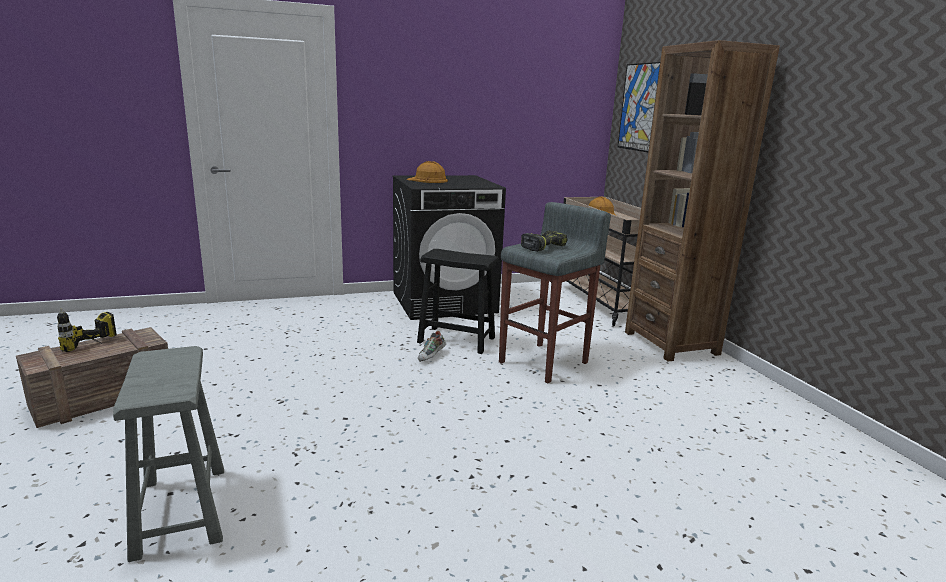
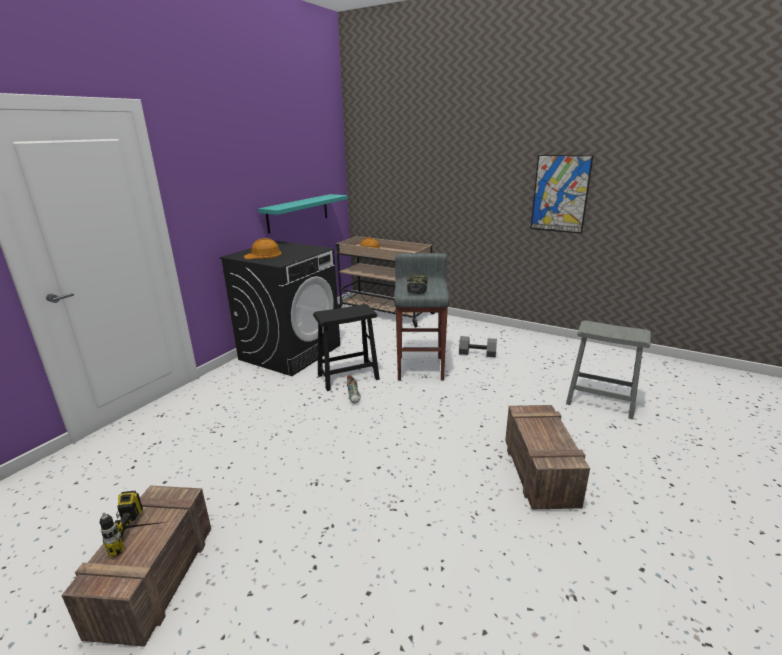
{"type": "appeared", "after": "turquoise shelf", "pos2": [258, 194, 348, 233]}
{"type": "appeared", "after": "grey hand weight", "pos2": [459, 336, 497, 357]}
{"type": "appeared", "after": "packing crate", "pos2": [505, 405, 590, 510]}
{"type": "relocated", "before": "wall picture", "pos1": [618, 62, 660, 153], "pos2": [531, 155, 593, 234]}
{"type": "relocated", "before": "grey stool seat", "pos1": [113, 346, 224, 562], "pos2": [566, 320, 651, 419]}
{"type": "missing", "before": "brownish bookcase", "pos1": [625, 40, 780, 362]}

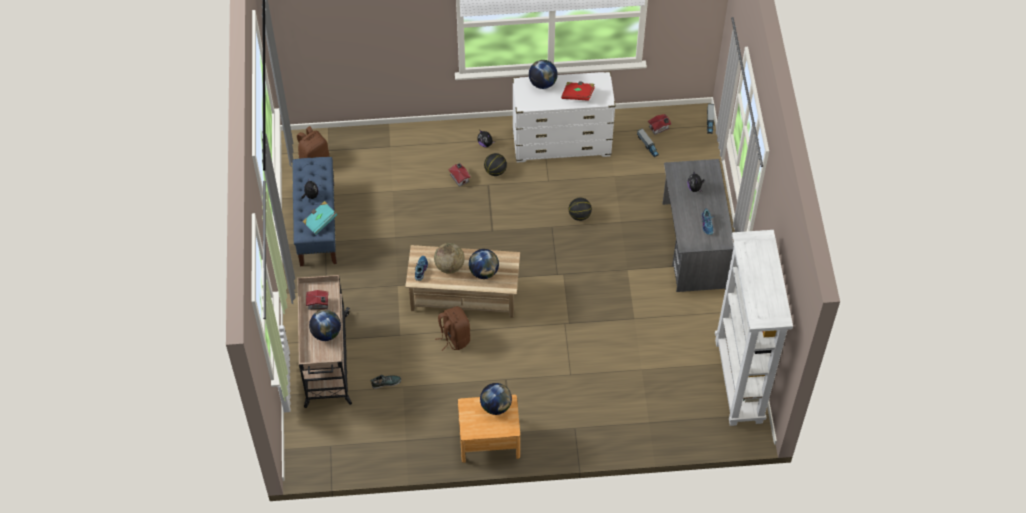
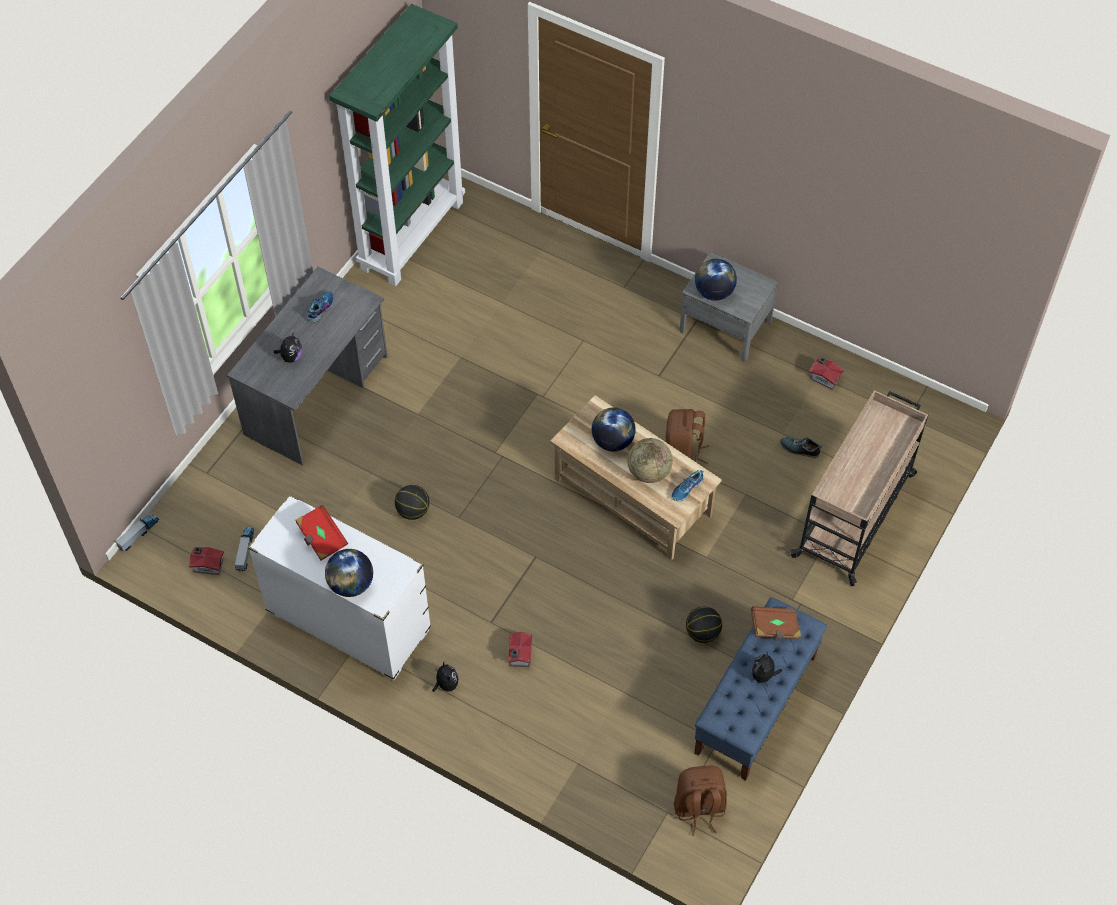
{"type": "colour", "before": "white-coloured bookcase", "after": "greenish bookcase", "pos1": [715, 230, 793, 426], "pos2": [329, 4, 465, 286]}
{"type": "colour", "before": "brownish nightstand", "after": "grey nightstand", "pos1": [458, 395, 520, 463], "pos2": [679, 252, 778, 362]}
{"type": "relocated", "before": "basketball", "pos1": [484, 153, 507, 176], "pos2": [686, 607, 722, 643]}
{"type": "colour", "before": "turquoise bound book", "after": "brownish bound book", "pos1": [302, 201, 337, 235], "pos2": [751, 606, 801, 641]}
{"type": "relocated", "before": "toy house", "pos1": [306, 290, 329, 309], "pos2": [809, 357, 844, 390]}
{"type": "missing", "before": "world globe", "pos1": [309, 310, 341, 341]}

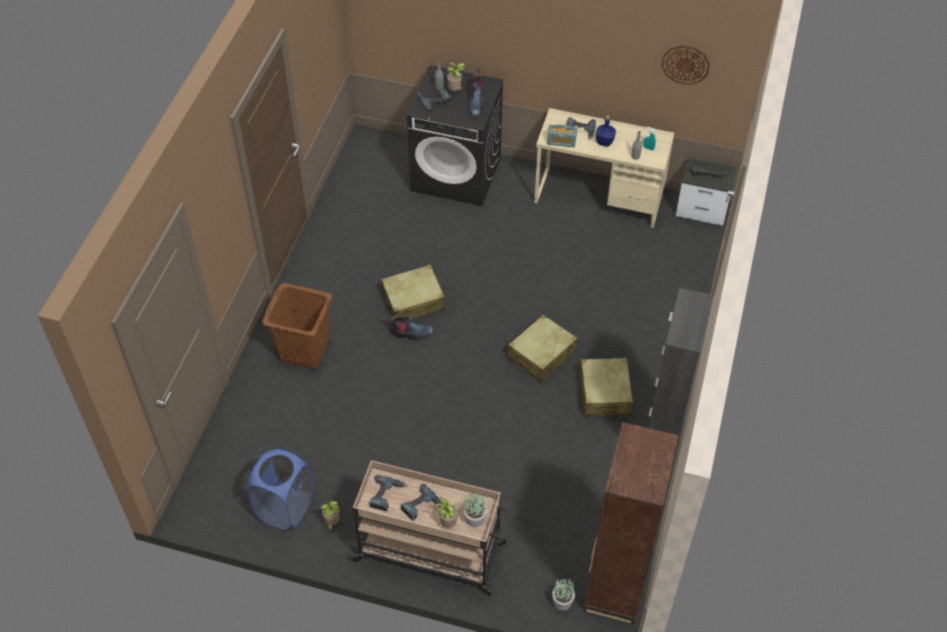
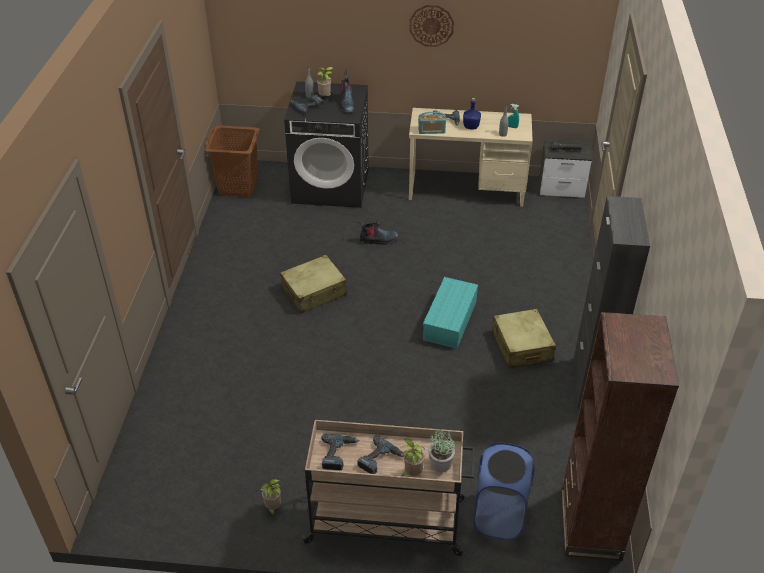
{"type": "relocated", "before": "brownish washing basket", "pos1": [262, 283, 332, 369], "pos2": [204, 125, 260, 197]}
{"type": "relocated", "before": "high-top boot", "pos1": [387, 313, 433, 340], "pos2": [358, 220, 398, 245]}
{"type": "relocated", "before": "wall clock", "pos1": [661, 45, 710, 85], "pos2": [409, 5, 454, 47]}
{"type": "exchanged", "before": "sand-coloured travel case", "after": "turquoise storage box", "pos1": [507, 315, 577, 382], "pos2": [423, 277, 478, 349]}
{"type": "relocated", "before": "bluish washing basket", "pos1": [247, 447, 313, 531], "pos2": [473, 443, 535, 540]}
{"type": "missing", "before": "houseplant", "pos1": [552, 579, 575, 611]}

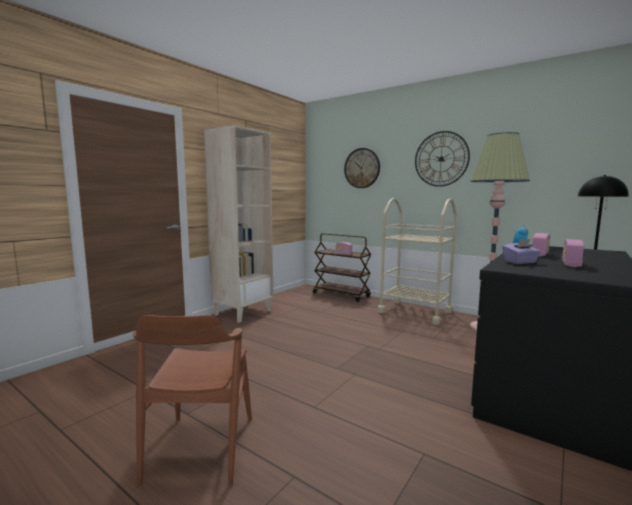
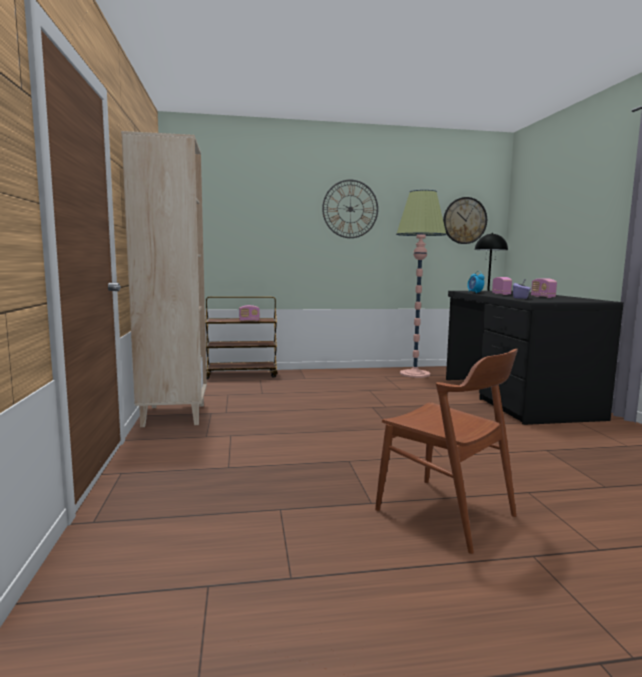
{"type": "relocated", "before": "wall clock", "pos1": [344, 148, 380, 188], "pos2": [443, 197, 487, 244]}
{"type": "missing", "before": "sand-coloured wheeled cart", "pos1": [377, 198, 456, 325]}

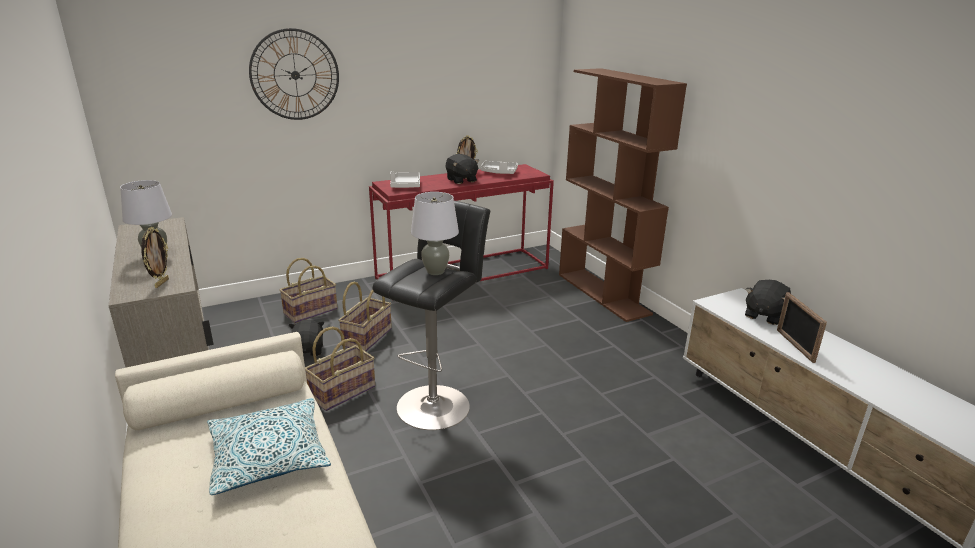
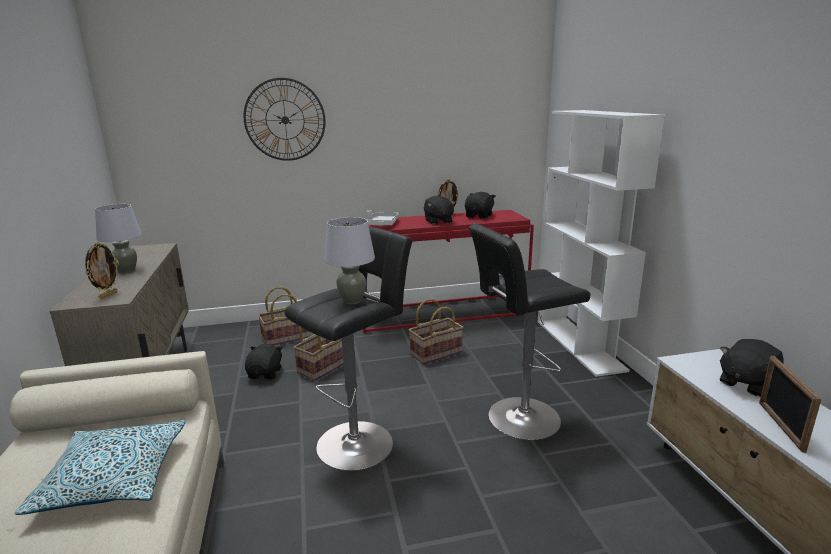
{"type": "relocated", "before": "basket", "pos1": [305, 326, 375, 411], "pos2": [409, 299, 463, 365]}
{"type": "exchanged", "before": "grey carrying tray", "after": "black-coloured cuddly toy", "pos1": [480, 161, 518, 174], "pos2": [465, 192, 496, 219]}
{"type": "appeared", "after": "black-coloured stool seat", "pos2": [469, 224, 591, 440]}
{"type": "colour", "before": "brownish bookcase", "after": "white-coloured bookcase", "pos1": [559, 68, 687, 322], "pos2": [537, 110, 665, 377]}

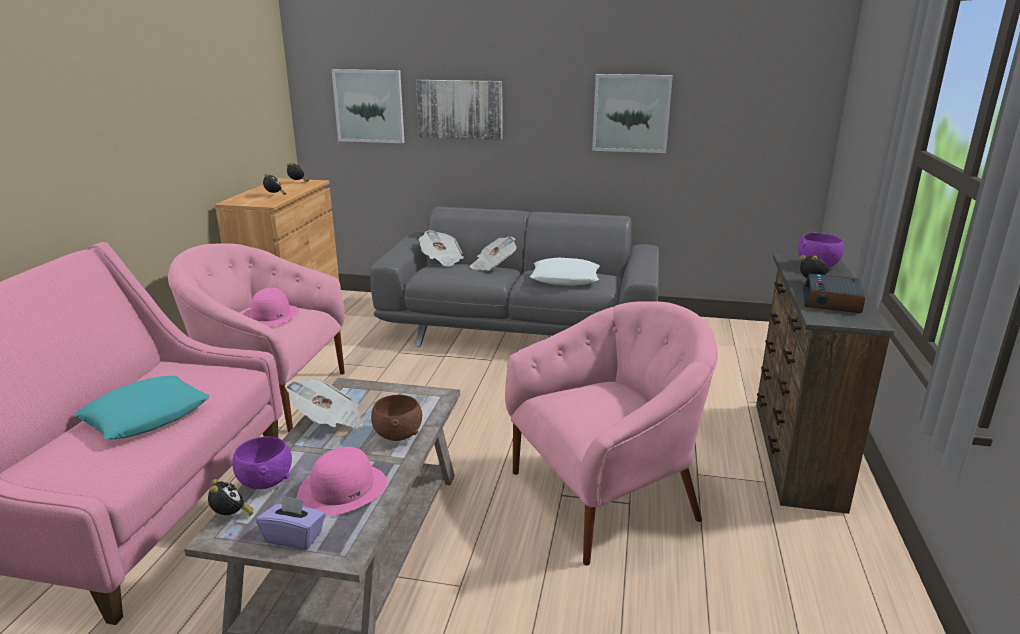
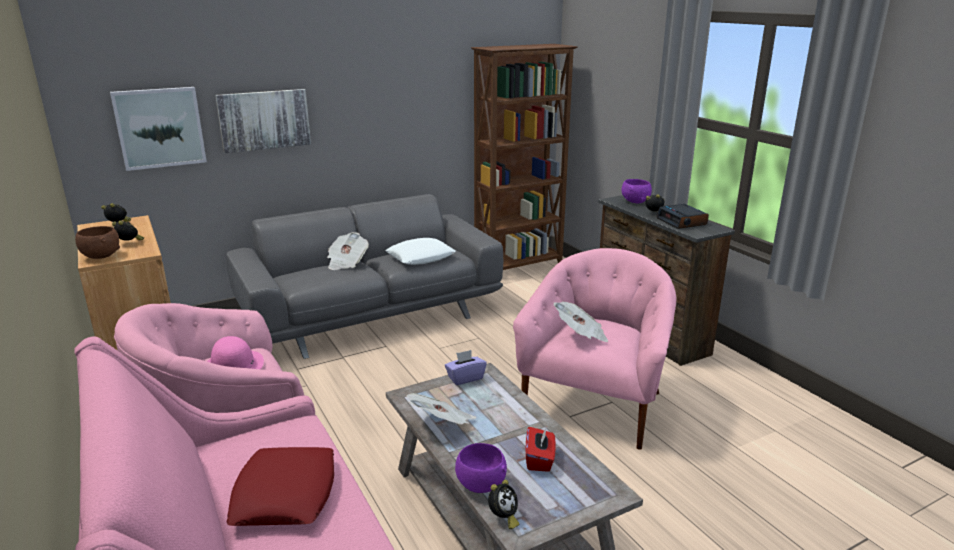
{"type": "relocated", "before": "brownish deep dish", "pos1": [371, 395, 422, 441], "pos2": [75, 226, 120, 259]}
{"type": "colour", "before": "turquoise throw pillow", "after": "reddish throw pillow", "pos1": [74, 376, 209, 439], "pos2": [226, 447, 334, 526]}
{"type": "relocated", "before": "purple tissue holder", "pos1": [256, 495, 325, 550], "pos2": [445, 350, 487, 385]}
{"type": "appeared", "after": "brownish bookcase", "pos2": [471, 44, 578, 270]}
{"type": "spun", "before": "table clock", "pos1": [208, 479, 253, 516], "pos2": [488, 480, 519, 529], "turn": 105}
{"type": "exchanged", "before": "pink-coloured clothing hat", "after": "reddish tissue holder", "pos1": [297, 447, 387, 516], "pos2": [525, 427, 556, 472]}
{"type": "relocated", "before": "daily paper", "pos1": [419, 230, 464, 267], "pos2": [553, 302, 609, 342]}
{"type": "missing", "before": "wall picture", "pos1": [592, 74, 673, 153]}

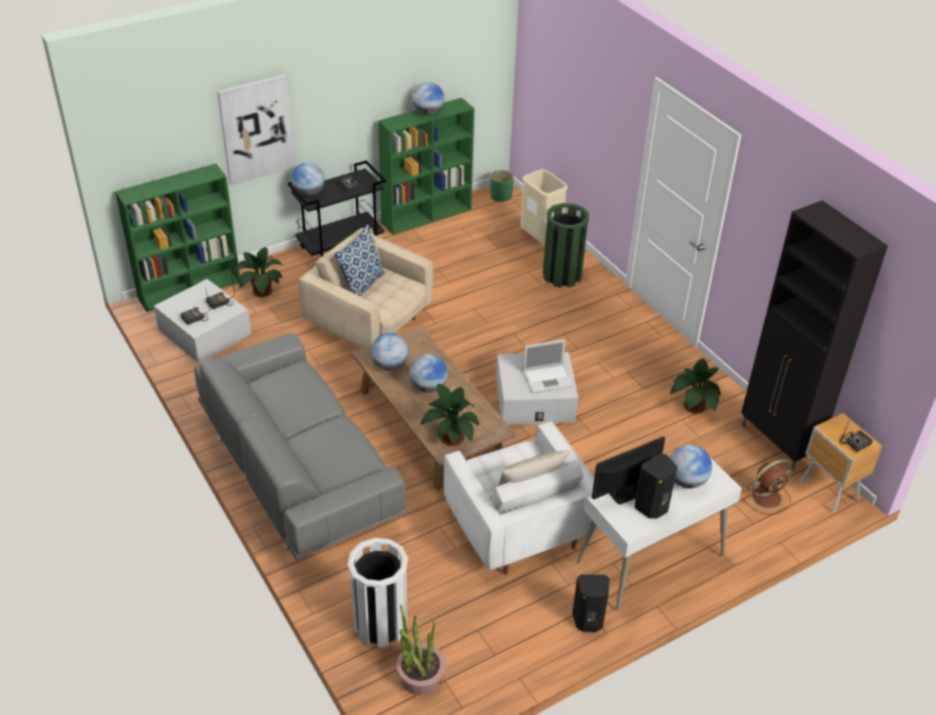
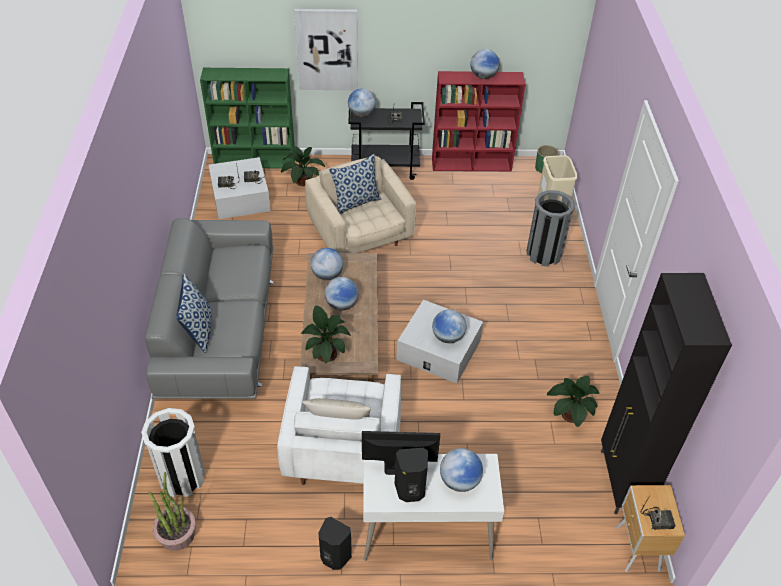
{"type": "appeared", "after": "throw pillow", "pos2": [176, 273, 212, 353]}
{"type": "colour", "before": "greenish bookcase", "after": "reddish bookcase", "pos1": [378, 98, 475, 235], "pos2": [432, 71, 525, 171]}
{"type": "exchanged", "before": "laptop", "after": "world globe", "pos1": [523, 339, 573, 393], "pos2": [432, 309, 467, 343]}
{"type": "colour", "before": "greenish trash can", "after": "grey trash can", "pos1": [543, 203, 589, 288], "pos2": [527, 190, 575, 266]}
{"type": "missing", "before": "brownish cooling fan", "pos1": [742, 459, 793, 515]}

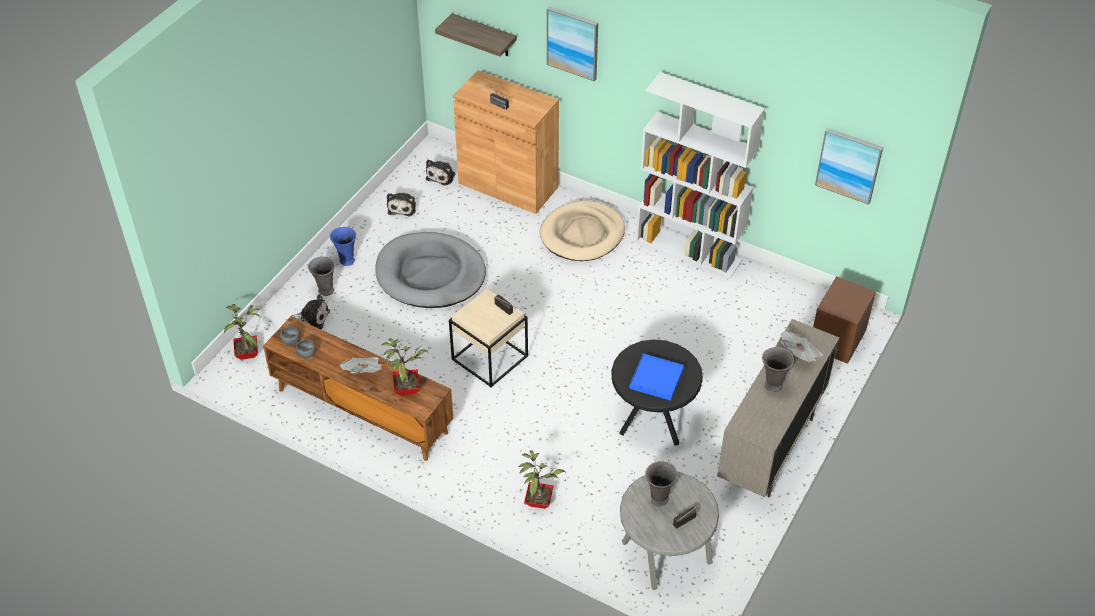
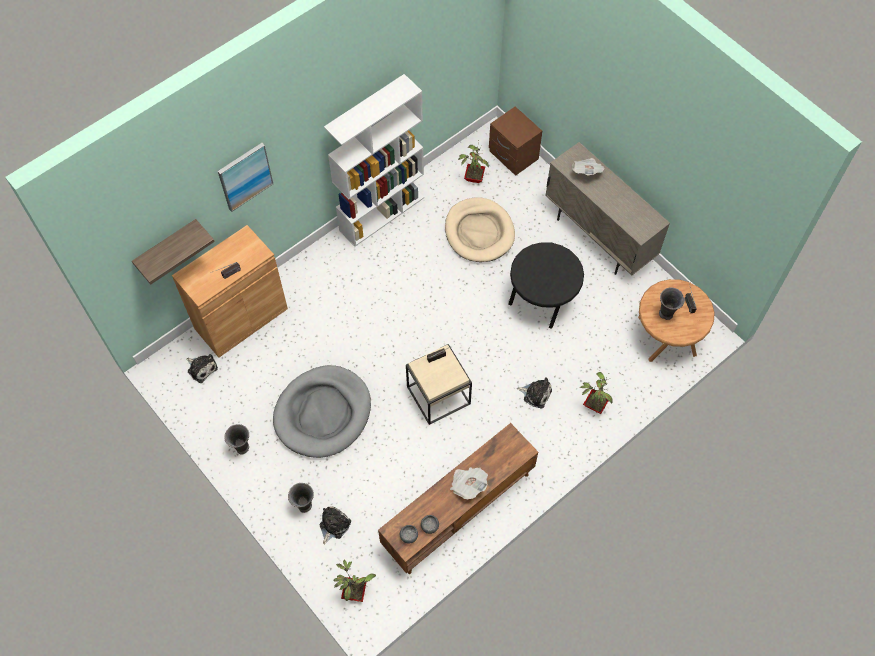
{"type": "relocated", "before": "grey flower vase", "pos1": [762, 347, 794, 392], "pos2": [224, 424, 249, 455]}
{"type": "relocated", "before": "sand-coloured dog bed", "pos1": [540, 200, 625, 261], "pos2": [445, 197, 515, 262]}
{"type": "relocated", "before": "houseplant", "pos1": [382, 338, 428, 395], "pos2": [458, 141, 489, 183]}
{"type": "relocated", "before": "cuddly toy", "pos1": [387, 193, 416, 216], "pos2": [517, 377, 552, 409]}
{"type": "colour", "before": "grey end table", "after": "brownish end table", "pos1": [620, 472, 719, 590], "pos2": [638, 279, 715, 362]}
{"type": "missing", "before": "bluish flower vase", "pos1": [330, 227, 356, 266]}
{"type": "missing", "before": "bluish carrying tray", "pos1": [629, 353, 684, 401]}
{"type": "missing", "before": "wall picture", "pos1": [815, 128, 883, 205]}

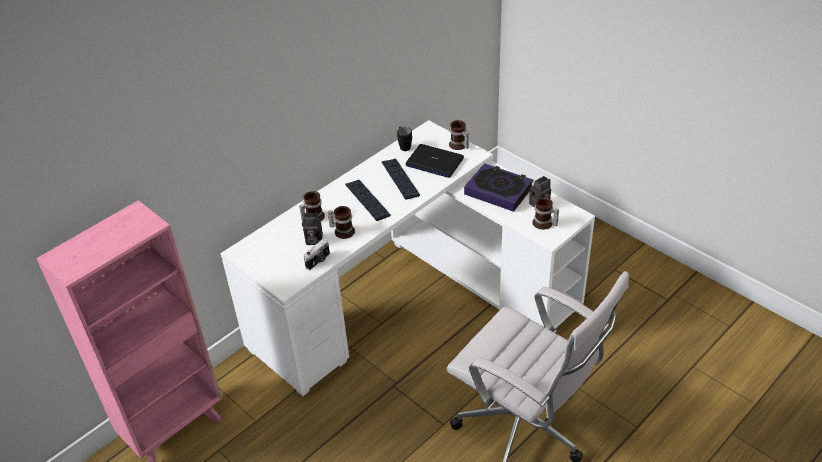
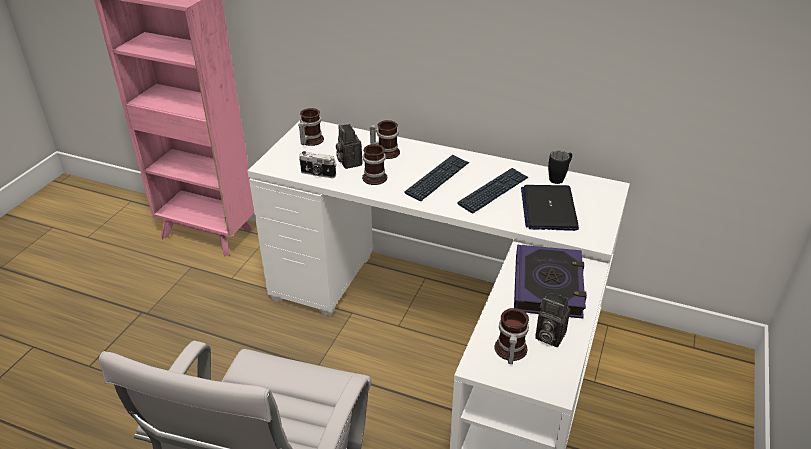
{"type": "relocated", "before": "mug", "pos1": [449, 120, 469, 150], "pos2": [298, 108, 324, 146]}

